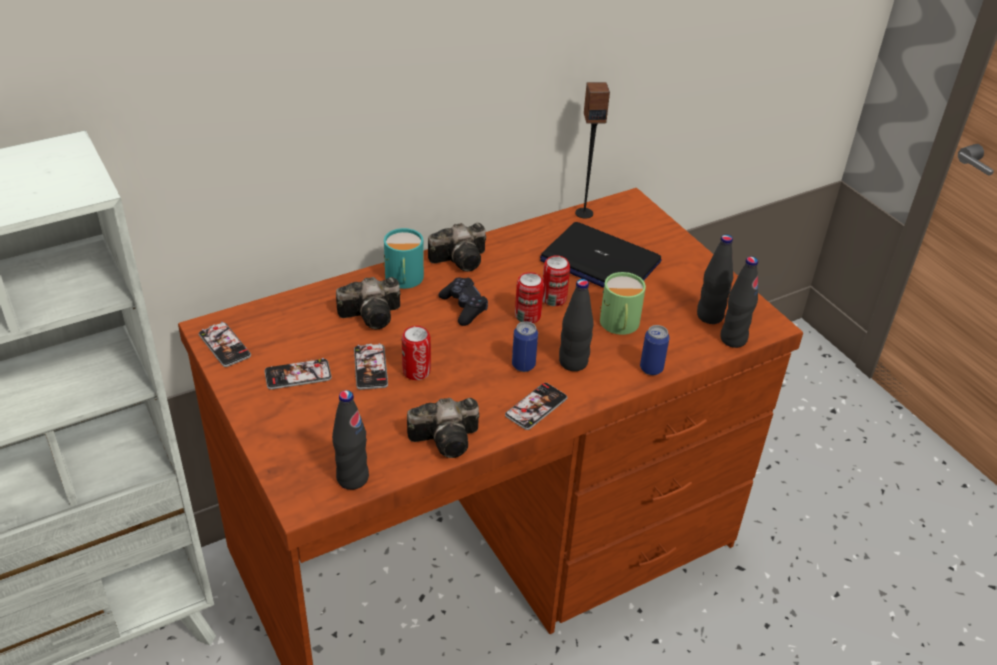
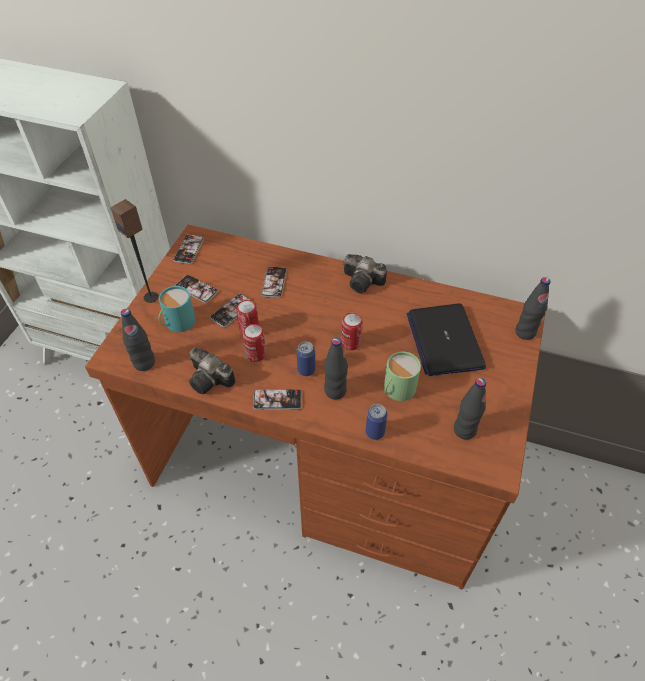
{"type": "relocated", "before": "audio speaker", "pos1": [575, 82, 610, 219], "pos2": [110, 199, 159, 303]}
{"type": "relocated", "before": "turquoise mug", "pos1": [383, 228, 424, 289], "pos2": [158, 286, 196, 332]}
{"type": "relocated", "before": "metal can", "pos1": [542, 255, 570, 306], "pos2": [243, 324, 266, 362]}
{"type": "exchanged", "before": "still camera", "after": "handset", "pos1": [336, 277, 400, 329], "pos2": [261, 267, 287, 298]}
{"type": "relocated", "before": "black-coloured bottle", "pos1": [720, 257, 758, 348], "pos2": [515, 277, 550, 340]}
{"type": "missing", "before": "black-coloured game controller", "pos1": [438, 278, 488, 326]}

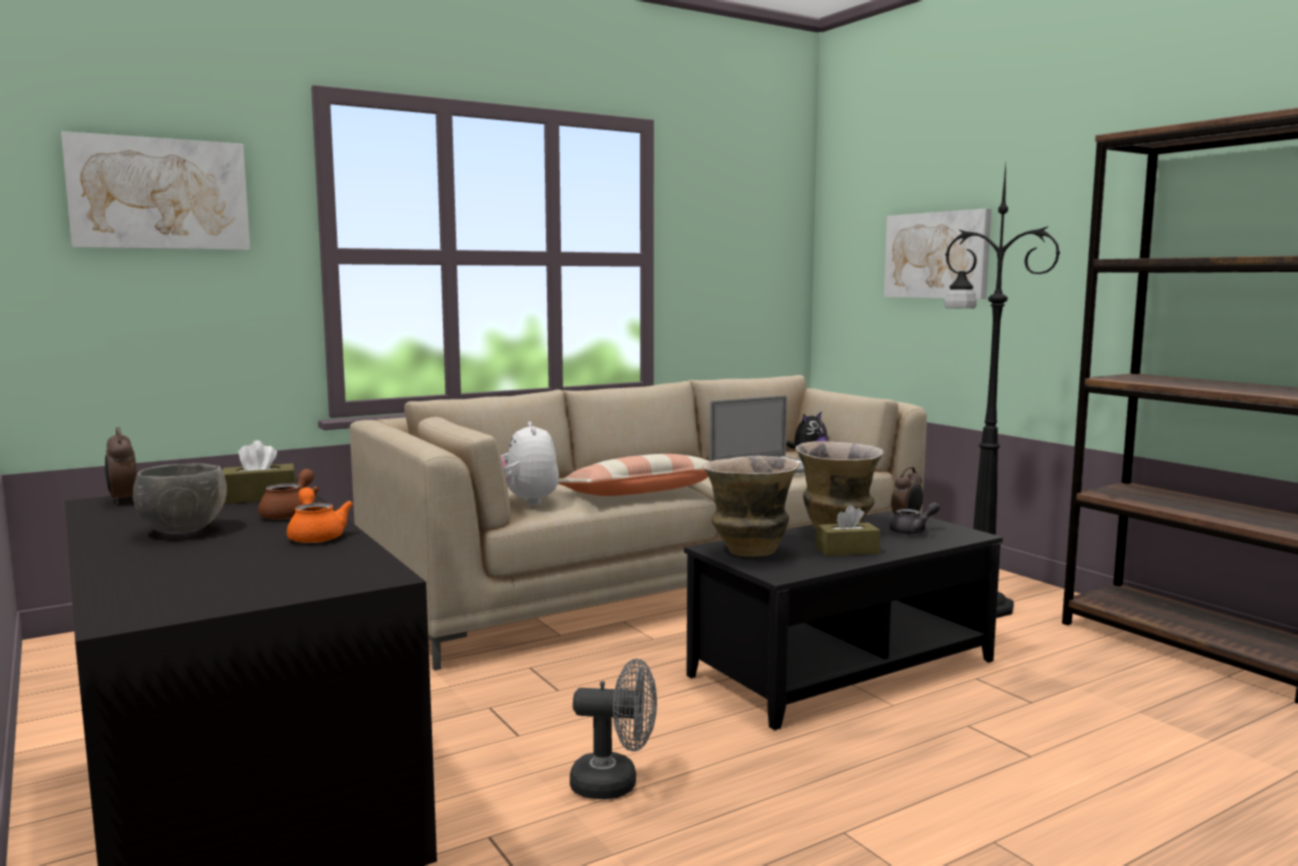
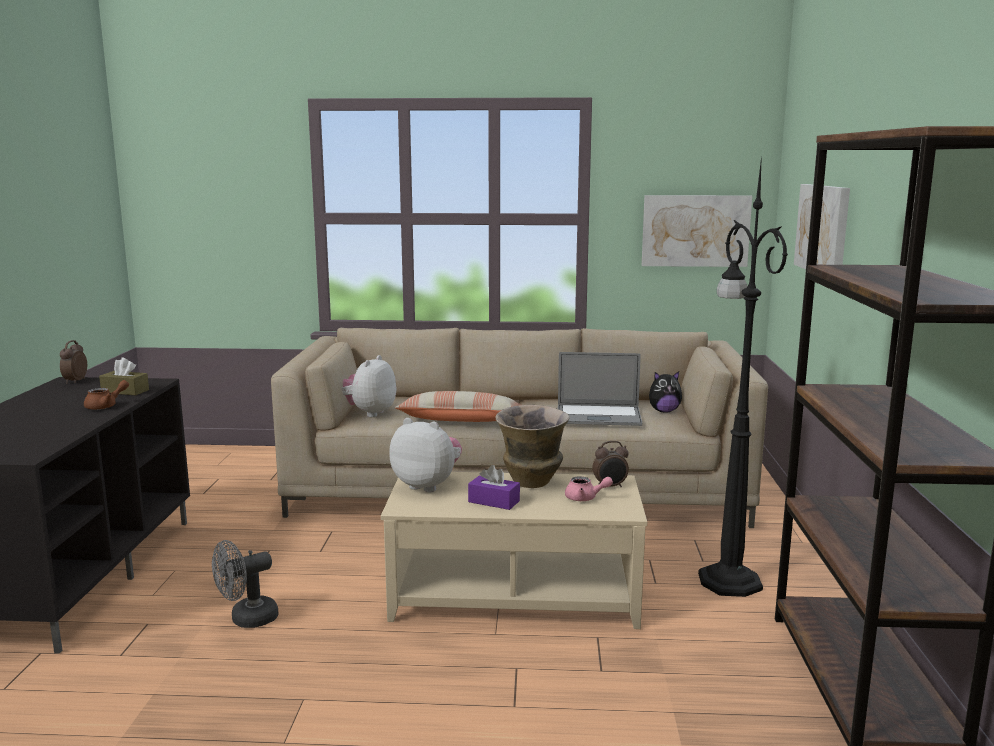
{"type": "spun", "before": "grey cooling fan", "pos1": [570, 659, 657, 799], "pos2": [212, 540, 278, 628], "turn": 105}
{"type": "colour", "before": "black-coloured low table", "after": "sand-coloured low table", "pos1": [684, 510, 1003, 730], "pos2": [381, 472, 647, 629]}
{"type": "exchanged", "before": "flower vase", "after": "cuddly toy", "pos1": [703, 456, 799, 556], "pos2": [389, 418, 462, 492]}
{"type": "colour", "before": "brownish tissue holder", "after": "purple tissue holder", "pos1": [816, 505, 880, 556], "pos2": [468, 465, 520, 510]}
{"type": "colour", "before": "grey pot for tea", "after": "pink-coloured pot for tea", "pos1": [890, 502, 940, 535], "pos2": [565, 476, 613, 501]}
{"type": "relocated", "before": "wall picture", "pos1": [61, 131, 250, 250], "pos2": [642, 195, 752, 267]}
{"type": "missing", "before": "grey deep dish", "pos1": [133, 463, 227, 534]}
{"type": "missing", "before": "orange pot for tea", "pos1": [287, 487, 353, 543]}

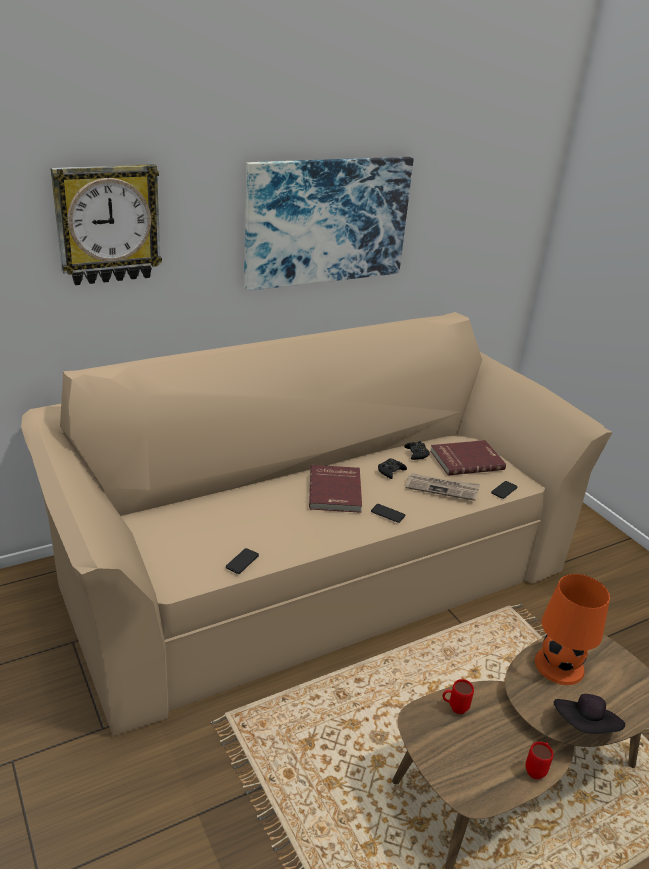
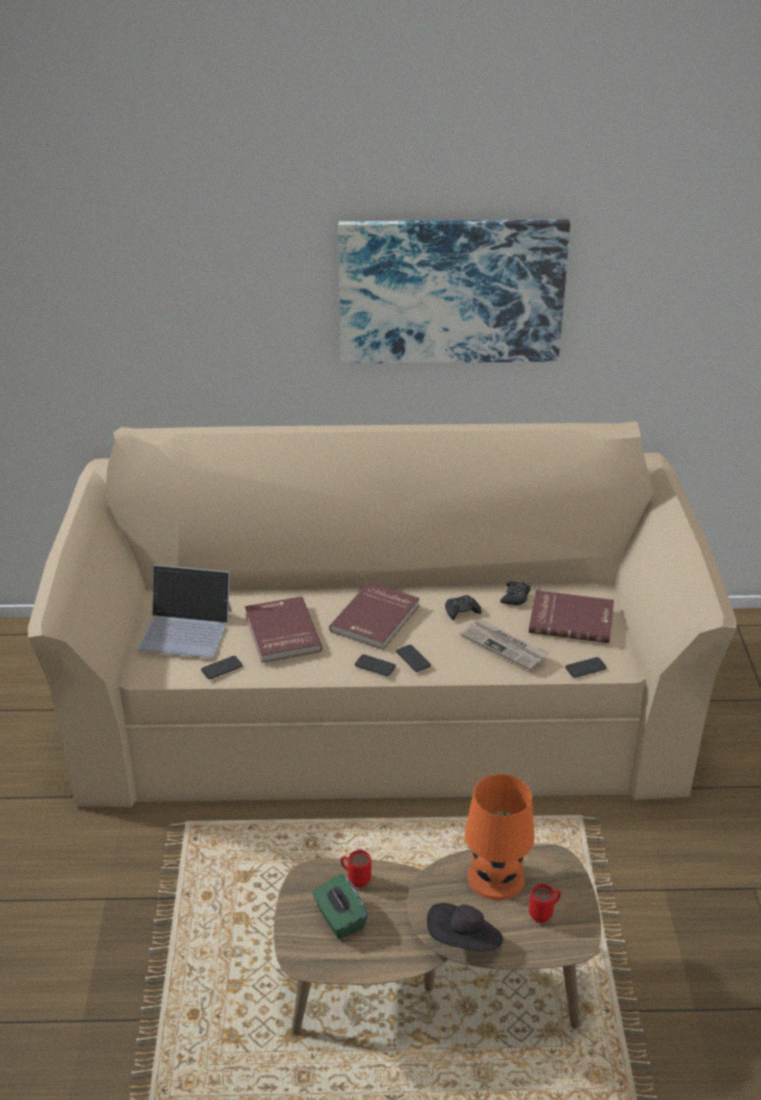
{"type": "appeared", "after": "laptop", "pos2": [137, 565, 232, 658]}
{"type": "appeared", "after": "reddish bound book", "pos2": [245, 596, 322, 663]}
{"type": "appeared", "after": "greenish tissue holder", "pos2": [312, 874, 368, 939]}
{"type": "appeared", "after": "handset", "pos2": [355, 654, 396, 676]}
{"type": "relocated", "before": "reddish mug", "pos1": [525, 742, 553, 779], "pos2": [529, 884, 561, 923]}
{"type": "missing", "before": "wall clock", "pos1": [51, 164, 162, 285]}

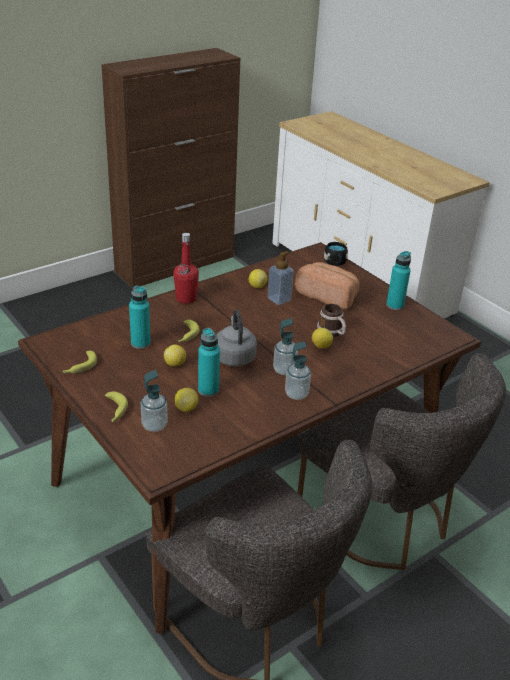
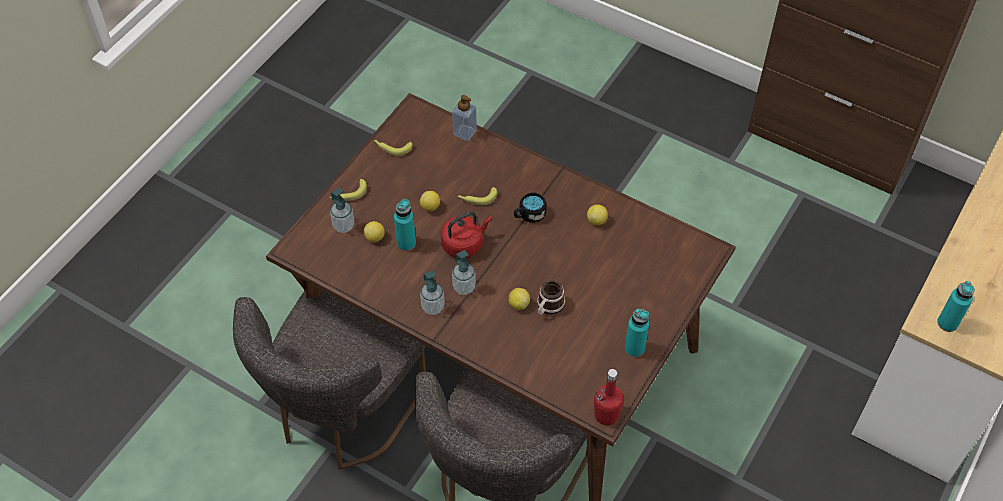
{"type": "colour", "before": "grey water kettle", "after": "reddish water kettle", "pos1": [216, 309, 257, 367], "pos2": [441, 212, 492, 258]}
{"type": "relocated", "before": "liquid soap bottle", "pos1": [267, 251, 294, 305], "pos2": [452, 95, 477, 141]}
{"type": "relocated", "before": "black-coloured mug", "pos1": [324, 242, 348, 266], "pos2": [514, 192, 547, 223]}
{"type": "relocated", "before": "reddish bottle", "pos1": [173, 233, 199, 304], "pos2": [594, 369, 624, 425]}
{"type": "relocated", "before": "turquoise bottle", "pos1": [129, 286, 151, 349], "pos2": [937, 281, 975, 332]}
{"type": "missing", "before": "bakery bread", "pos1": [295, 262, 360, 310]}

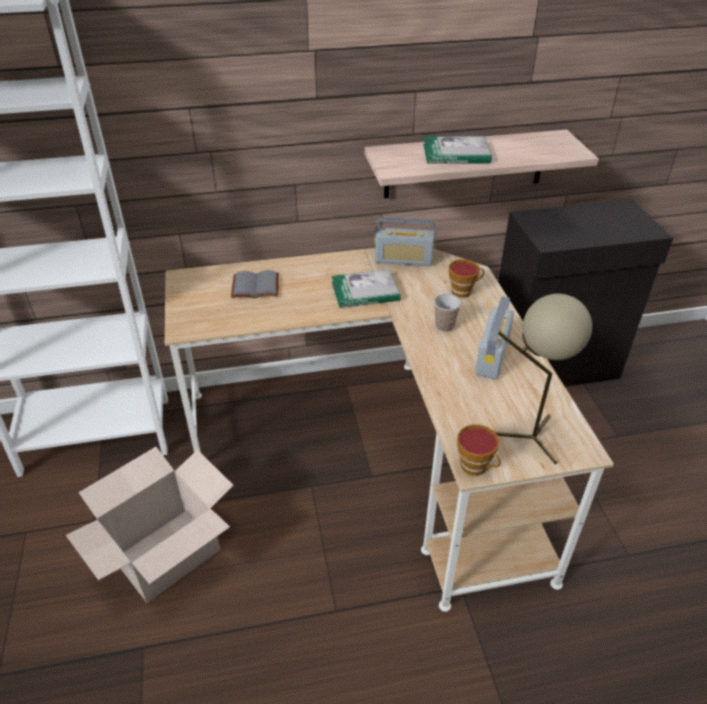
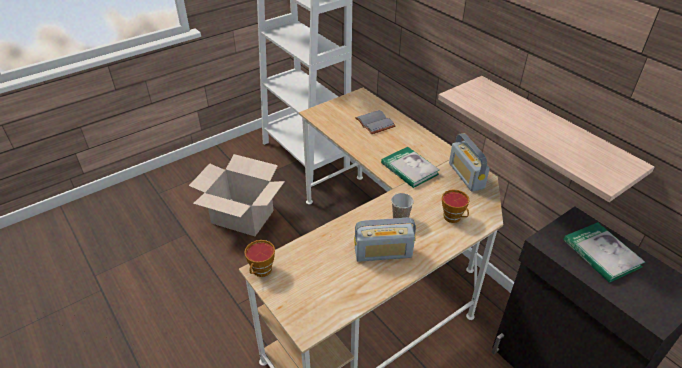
{"type": "relocated", "before": "bound book", "pos1": [423, 136, 492, 164], "pos2": [563, 222, 645, 283]}
{"type": "missing", "before": "sand-coloured tabletop lamp", "pos1": [495, 294, 592, 464]}

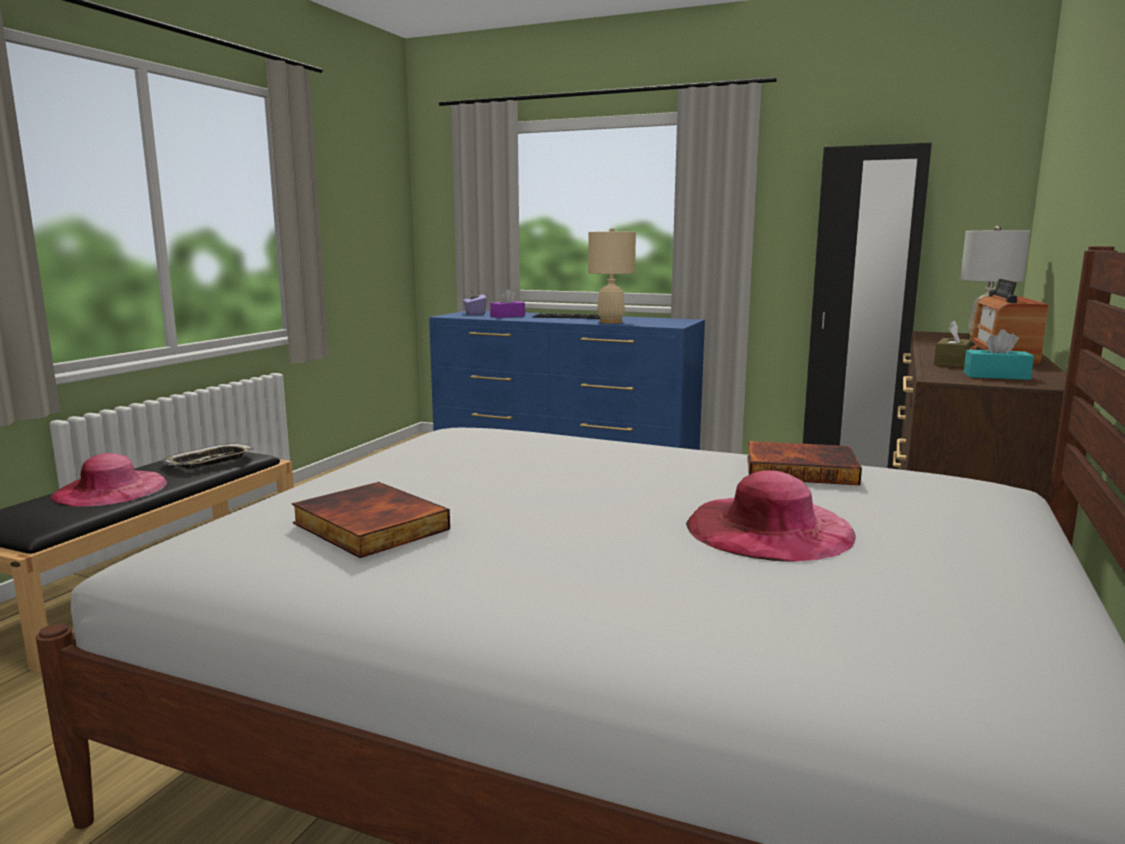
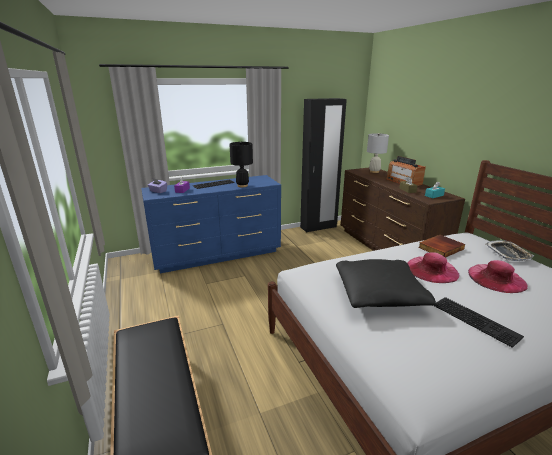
{"type": "colour", "before": "sand-coloured tabletop lamp", "after": "black-coloured tabletop lamp", "pos1": [588, 228, 636, 324], "pos2": [229, 142, 253, 187]}
{"type": "appeared", "after": "black-coloured throw pillow", "pos2": [336, 259, 436, 308]}
{"type": "relocated", "before": "pink-coloured clothing hat", "pos1": [50, 453, 167, 507], "pos2": [407, 252, 459, 283]}
{"type": "appeared", "after": "computer keyboard", "pos2": [433, 297, 524, 348]}
{"type": "relocated", "before": "carrying tray", "pos1": [161, 443, 255, 469], "pos2": [486, 240, 534, 261]}
{"type": "missing", "before": "bound book", "pos1": [292, 482, 450, 558]}

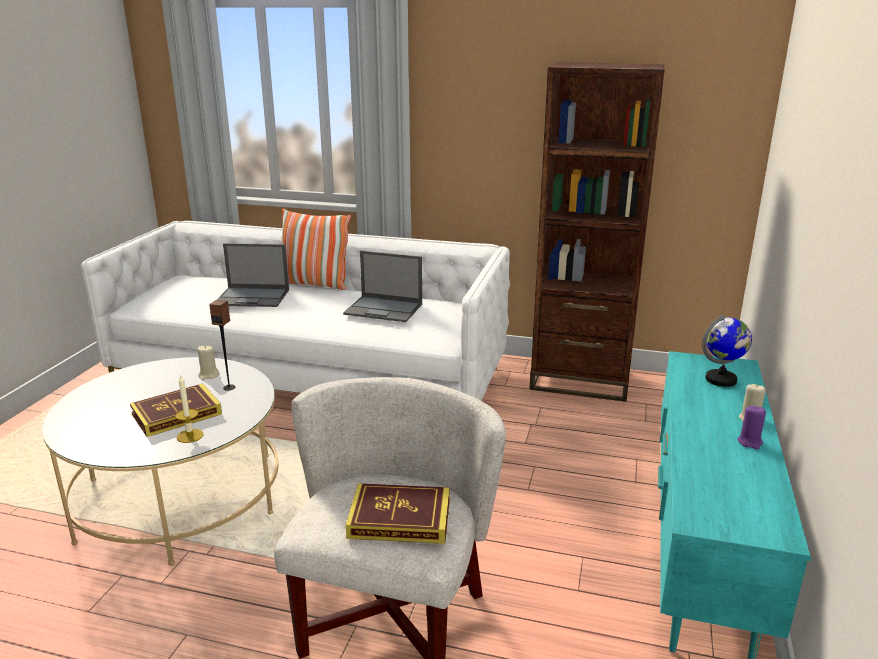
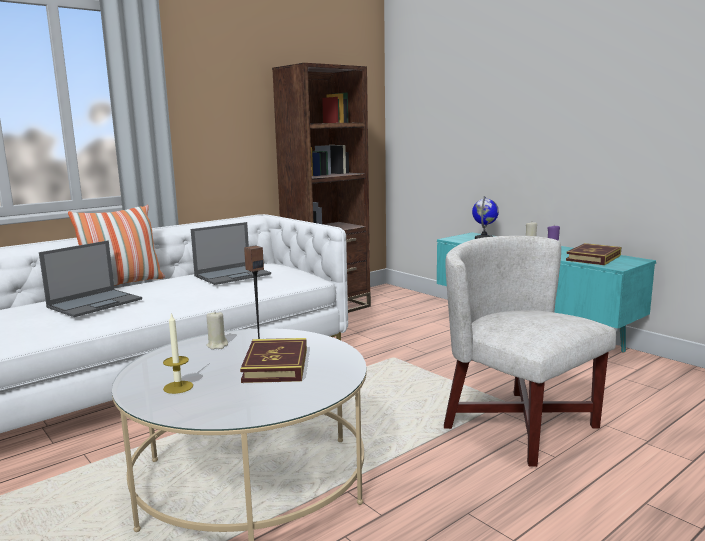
{"type": "relocated", "before": "wax candle", "pos1": [175, 374, 203, 443], "pos2": [163, 313, 193, 394]}
{"type": "relocated", "before": "bound book", "pos1": [346, 483, 450, 544], "pos2": [566, 243, 621, 265]}

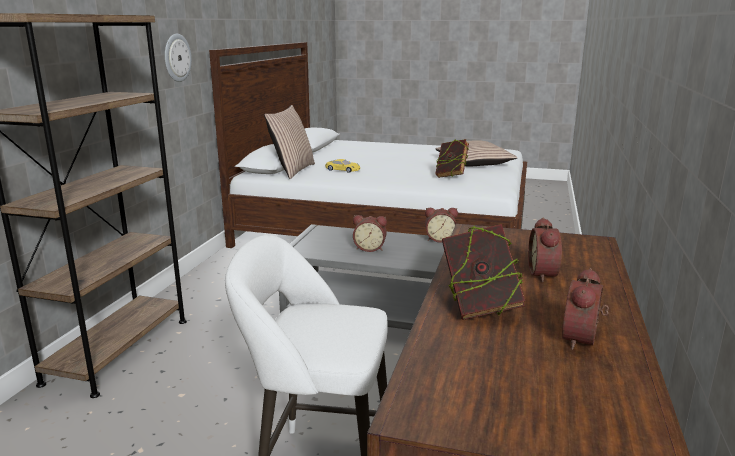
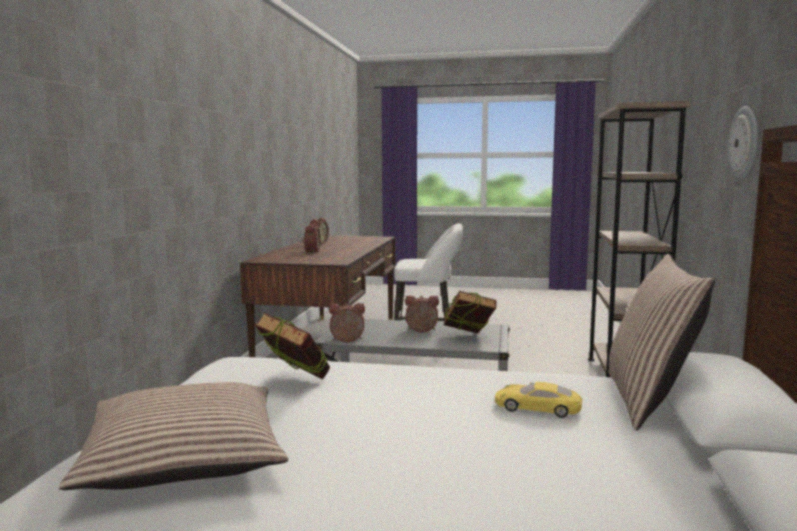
{"type": "relocated", "before": "bound book", "pos1": [442, 224, 525, 320], "pos2": [444, 291, 497, 333]}

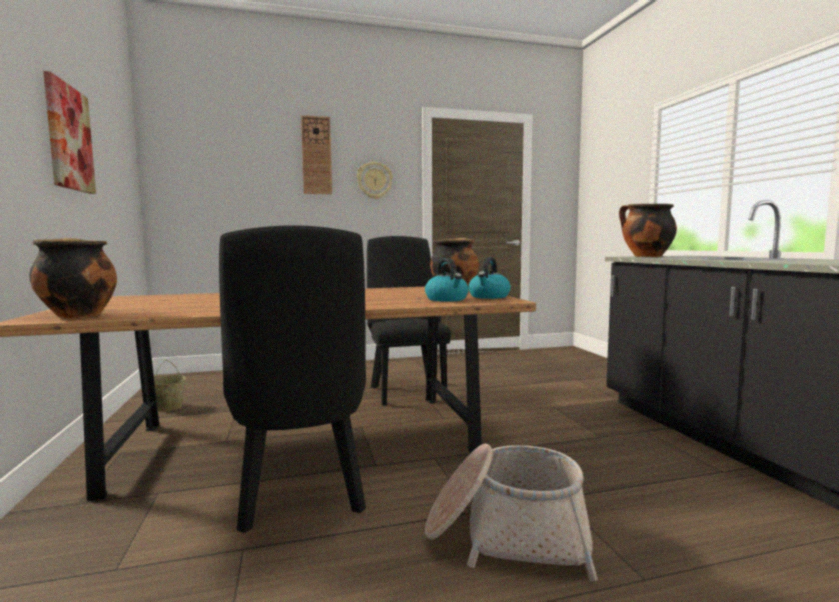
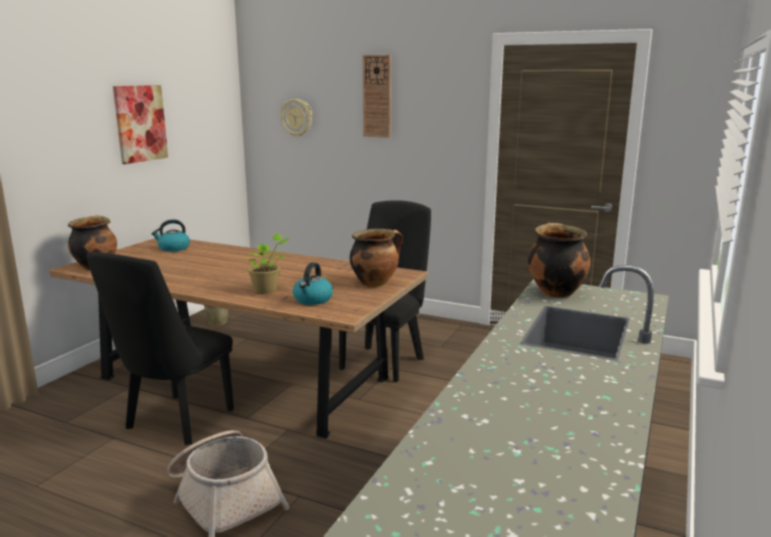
{"type": "relocated", "before": "water kettle", "pos1": [468, 257, 511, 299], "pos2": [151, 219, 190, 252]}
{"type": "appeared", "after": "houseplant", "pos2": [245, 233, 290, 293]}
{"type": "relocated", "before": "wall clock", "pos1": [357, 162, 393, 199], "pos2": [280, 99, 312, 137]}

